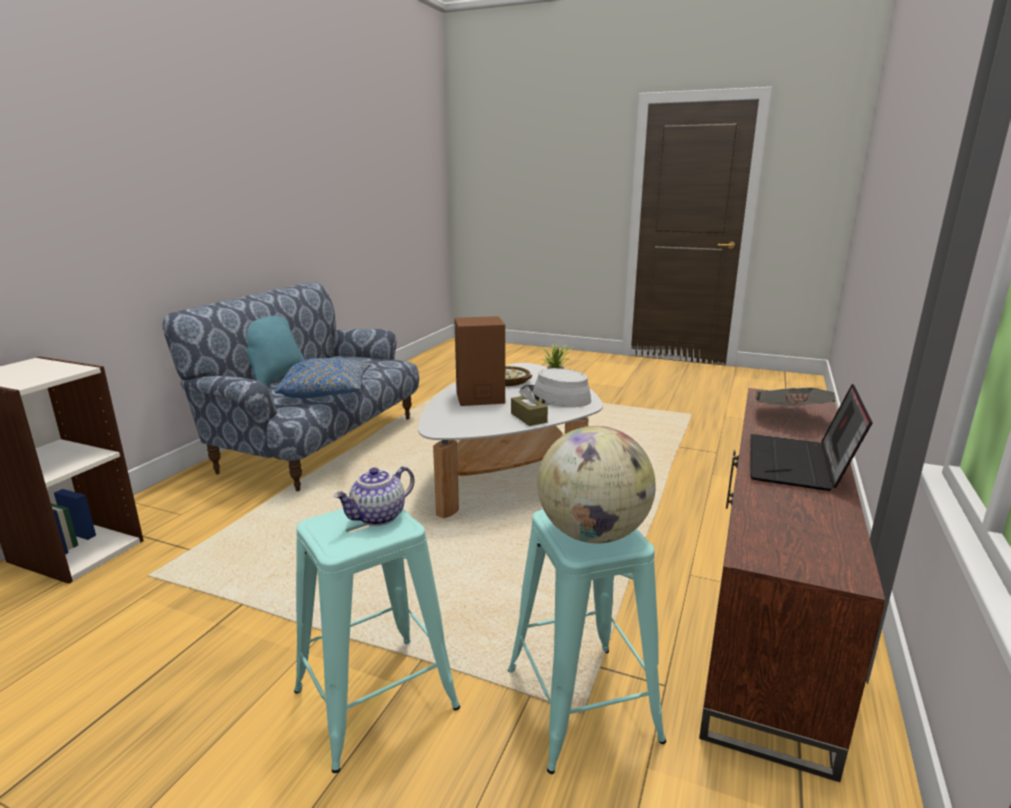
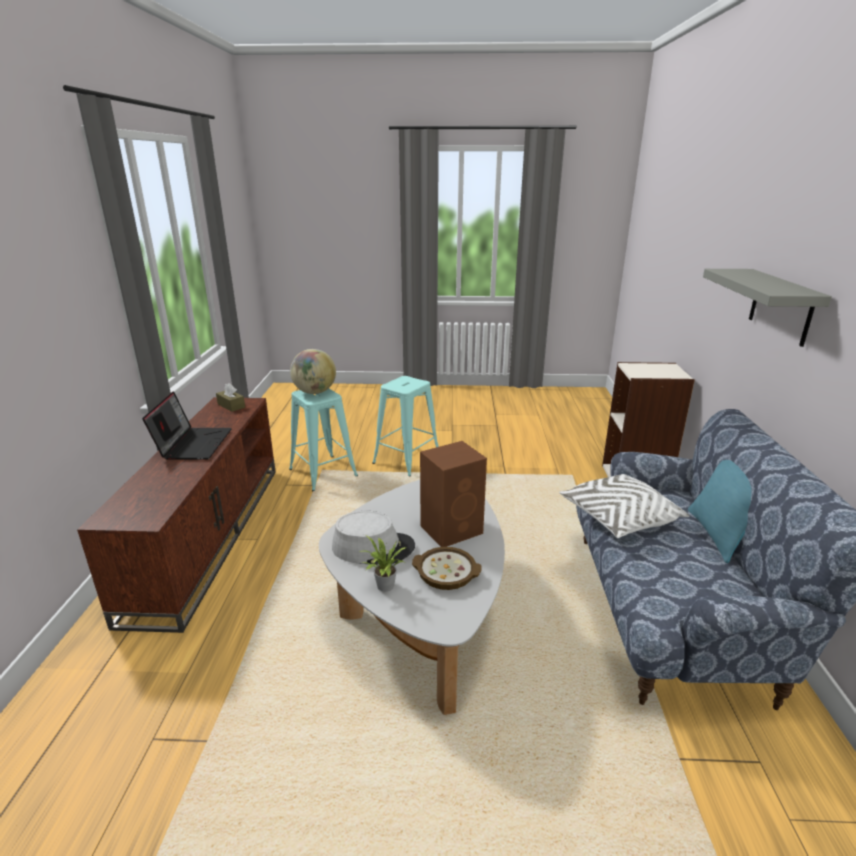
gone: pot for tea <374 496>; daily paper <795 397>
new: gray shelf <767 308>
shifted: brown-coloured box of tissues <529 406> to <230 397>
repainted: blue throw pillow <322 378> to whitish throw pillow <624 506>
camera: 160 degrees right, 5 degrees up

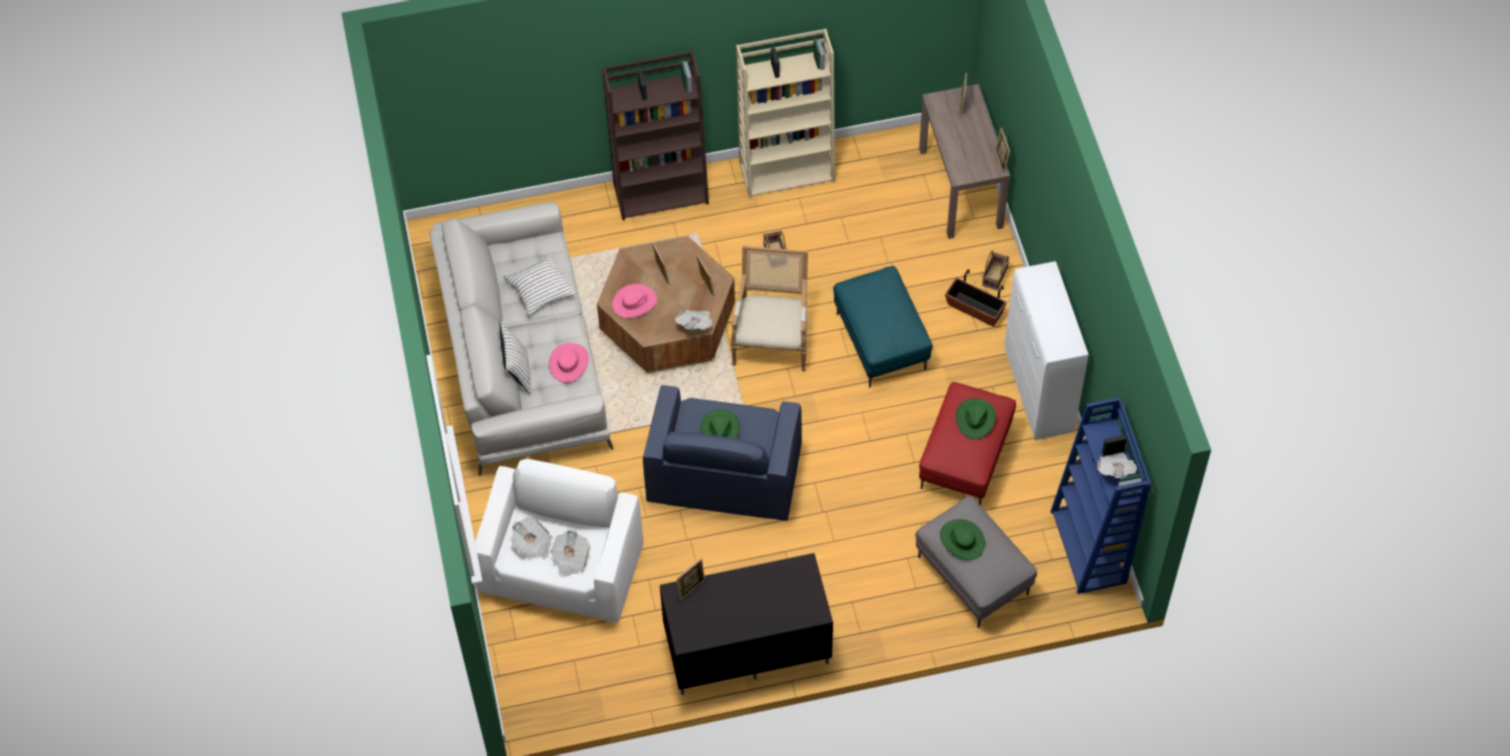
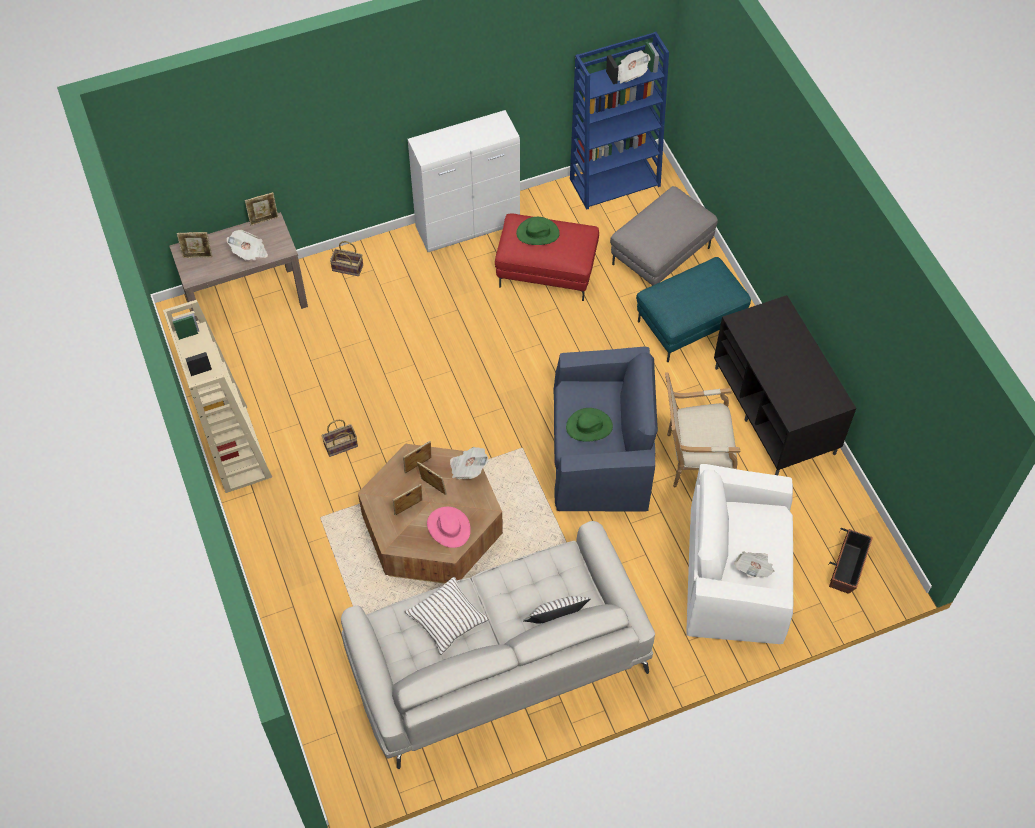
gone: pink-coloured hat <569 363>; brown-coloured bookshelf <655 136>; green-coloured hat <962 539>
shifted: daily paper <570 553> to <247 245>; picture frame <691 579> to <432 478>; turquoise ottoman <882 326> to <693 309>; lounge chair <769 308> to <702 429>; flower pot <976 298> to <850 561>
camera: 100 degrees left, 0 degrees up

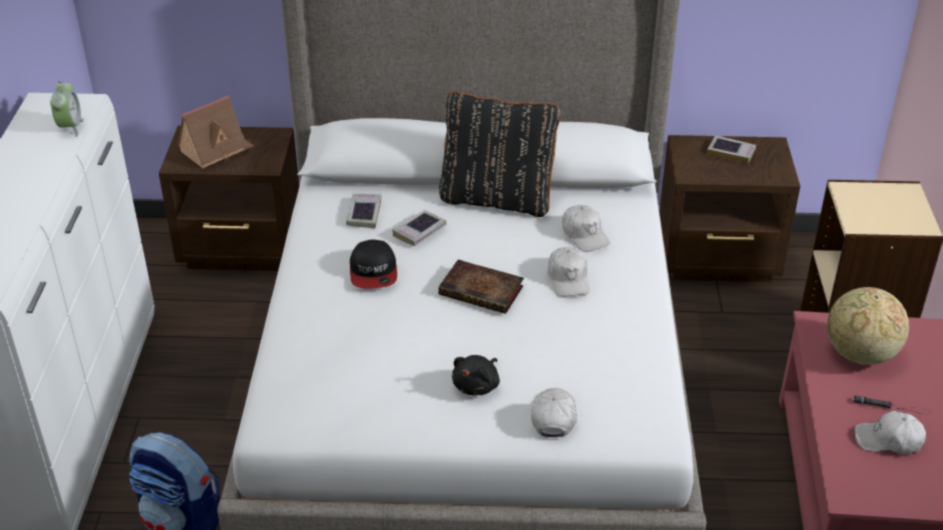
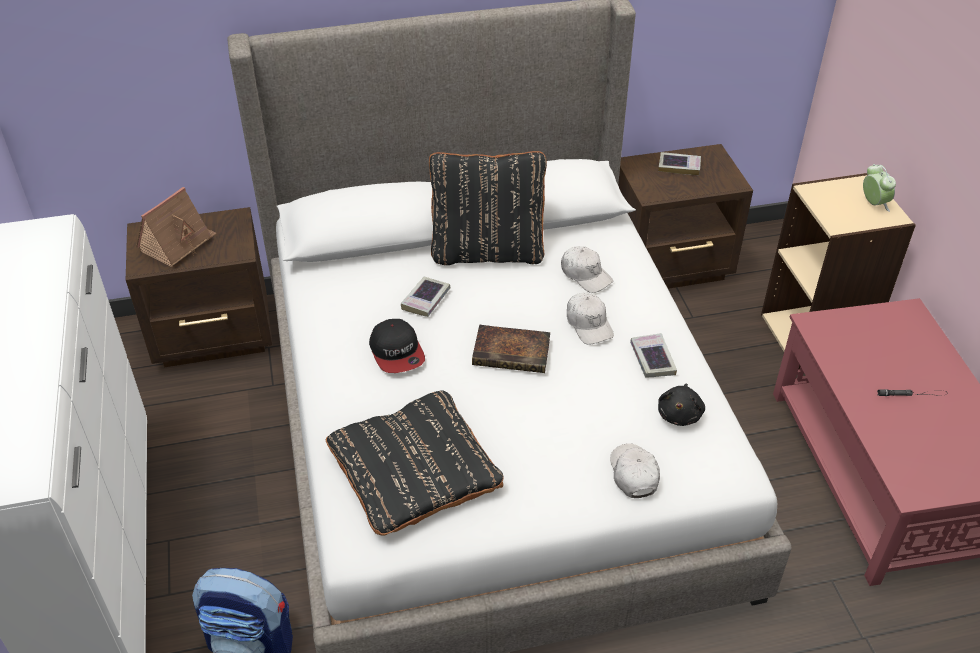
gone: world globe <868 326>; whitish cap <890 432>
new: black-coloured throw pillow <415 463>
shifted: volume <363 211> to <653 355>; black-coloured cuddly toy <476 375> to <681 405>; table clock <67 109> to <879 188>
camera: 15 degrees left, 5 degrees up

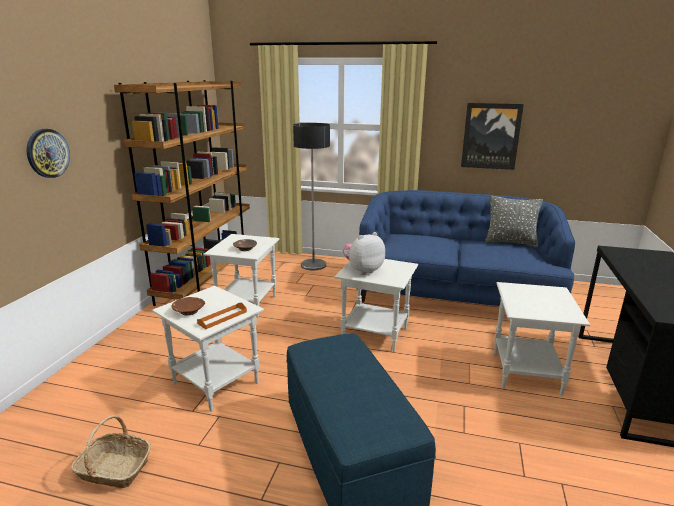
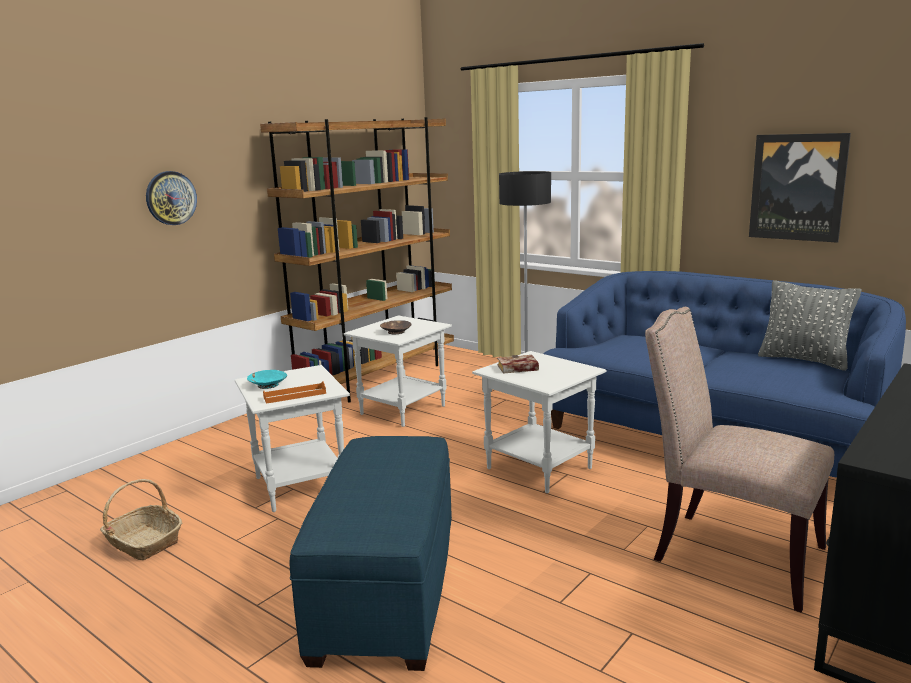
swapped: cuddly toy <364 253> to volume <518 364>; whitish end table <542 339> to beige-coloured upright chair <739 460>
repainted: brown-coloured deep dish <188 306> to turquoise deep dish <267 379>
camera: 25 degrees right, 5 degrees down

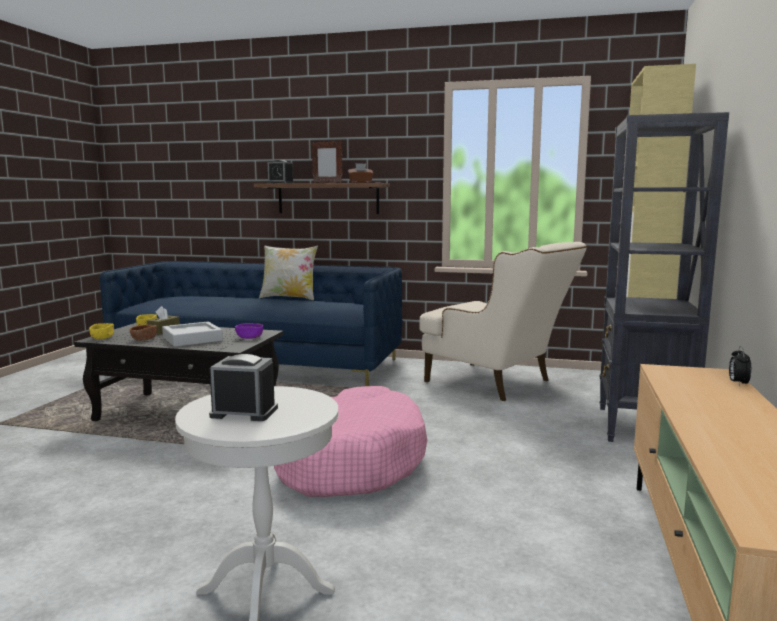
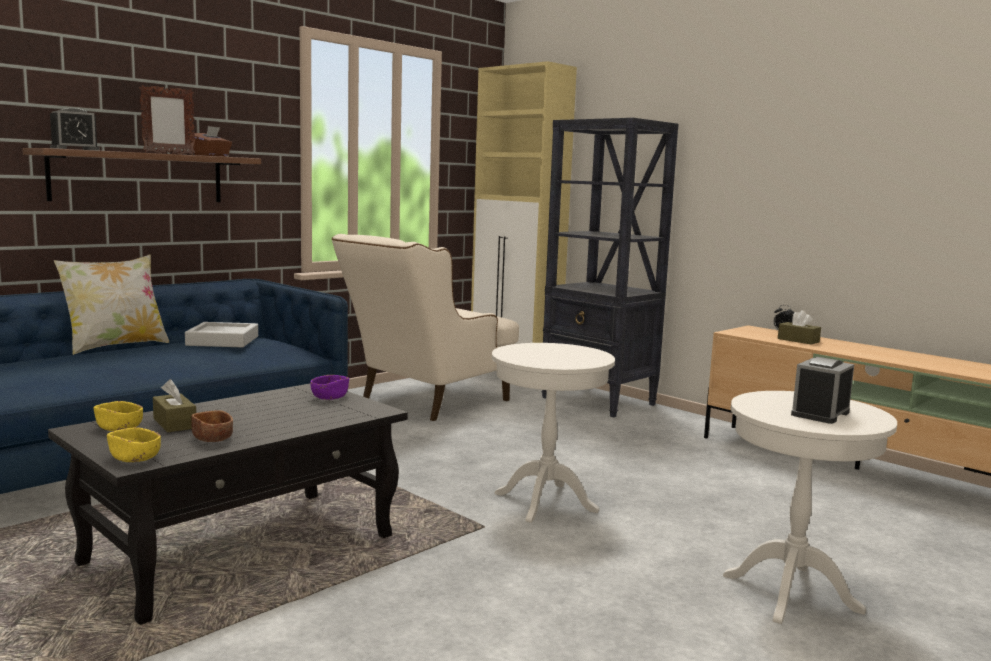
new: brown-coloured box of tissues <799 327>
shifted: gray tray <192 334> to <221 334>
swapped: pink-coloured dog bed <350 441> to whitish end table <553 433>
rotated: beige-coloured lounge chair <503 321> = <425 327> 150 degrees clockwise
camera: 60 degrees left, 0 degrees up

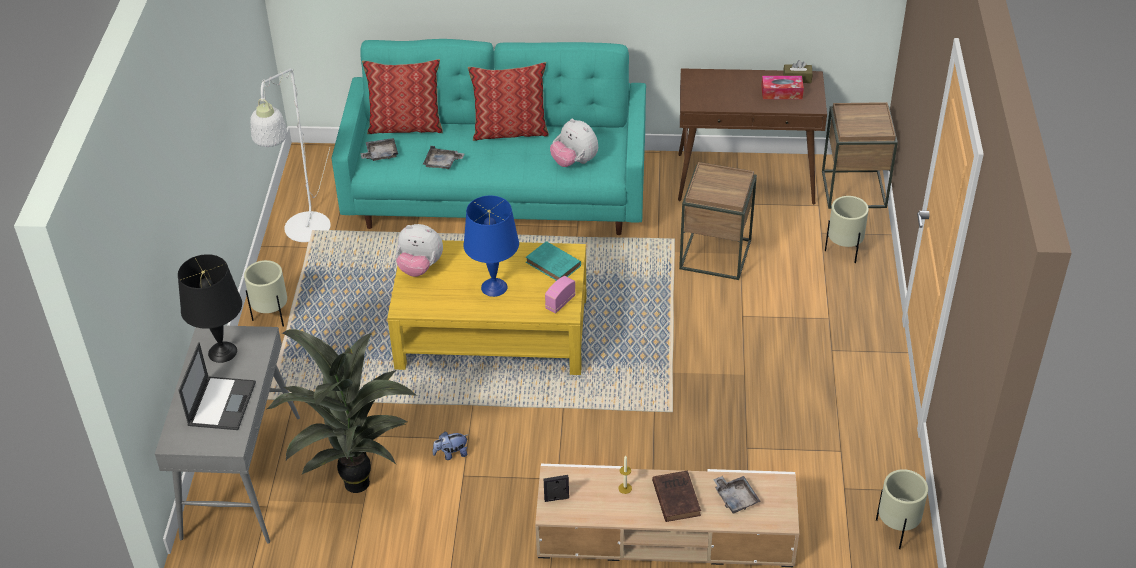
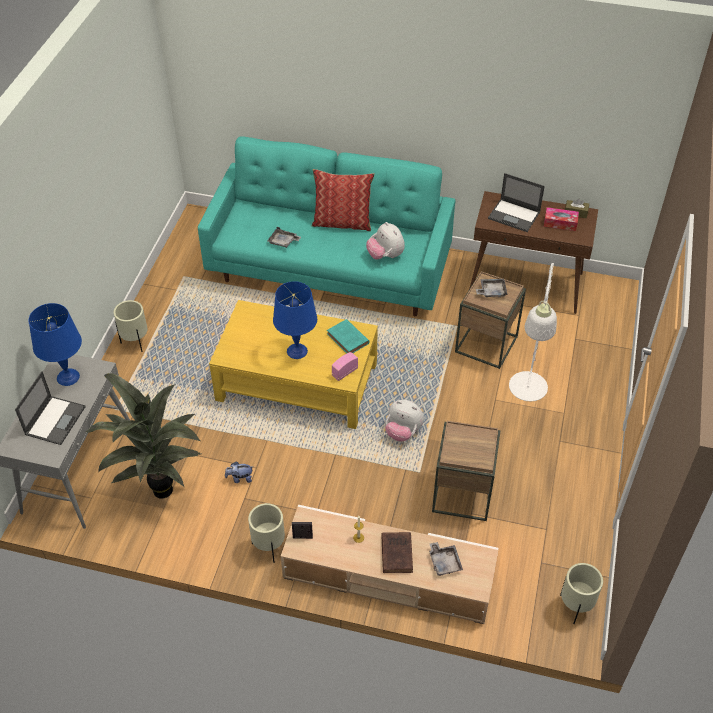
gone: throw pillow <402 96>
new: portable computer <516 202>
shifted: beige-coloured flower pot <847 229> to <266 533>; cuddly toy <419 250> to <404 420>; brown-coloured end table <860 155> to <466 471>; gray tray <379 149> to <492 288>; whitish standard lamp <290 155> to <533 332>
repainted: black-coloured lamp for a table <210 308> to blue lamp for a table <55 344>
camera: 10 degrees right, 5 degrees up

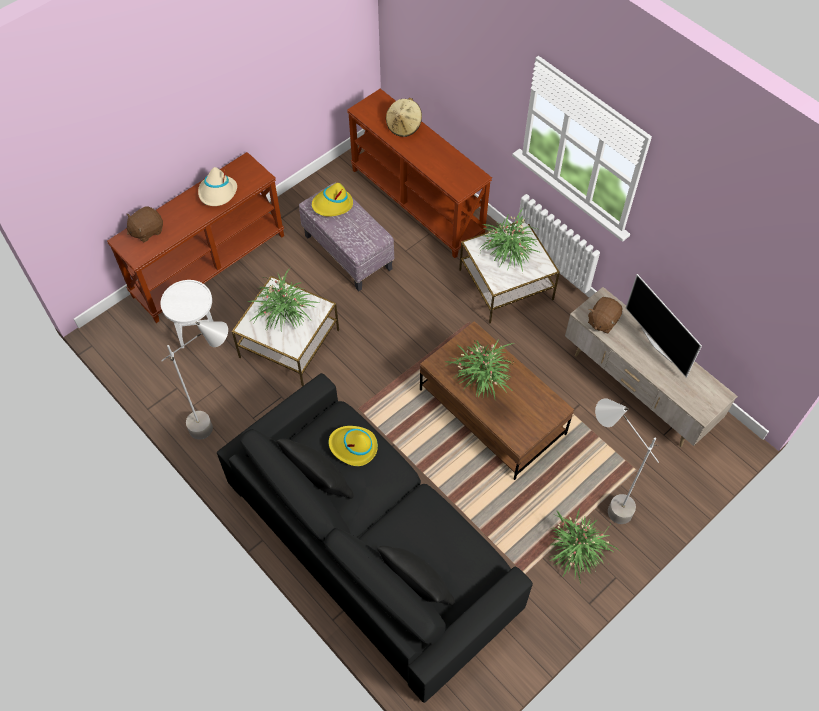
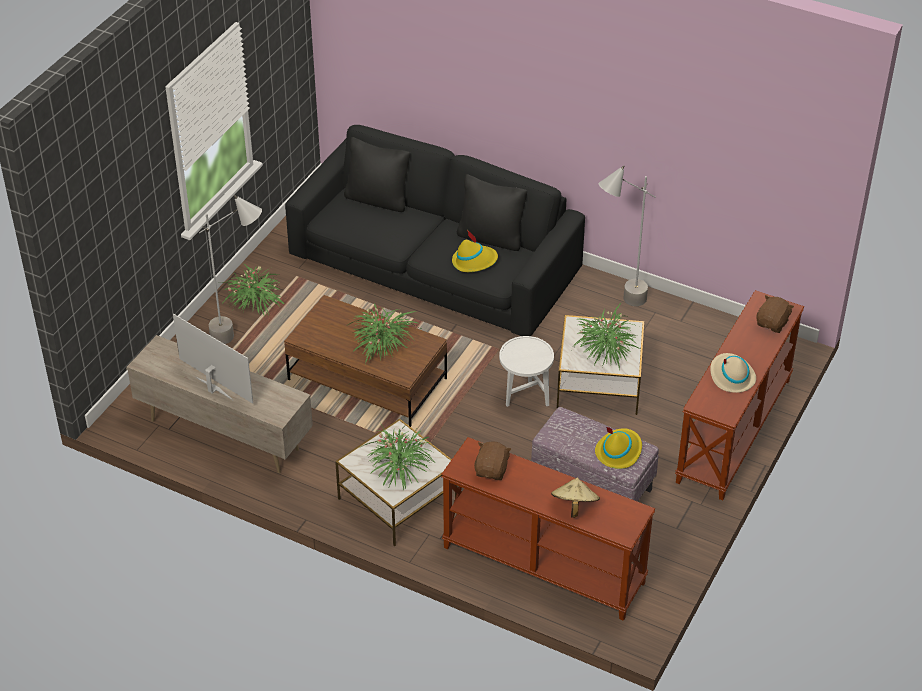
shifted: brown-coloured cuddly toy <605 315> to <492 460>; whitish end table <187 314> to <526 371>
camera: 160 degrees right, 15 degrees down

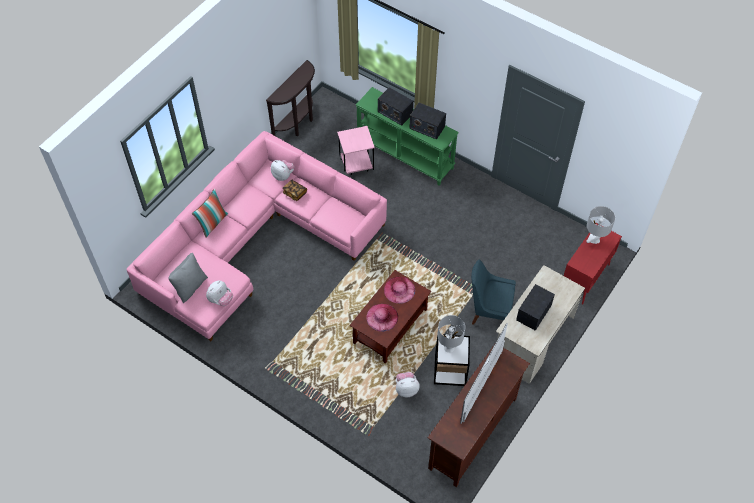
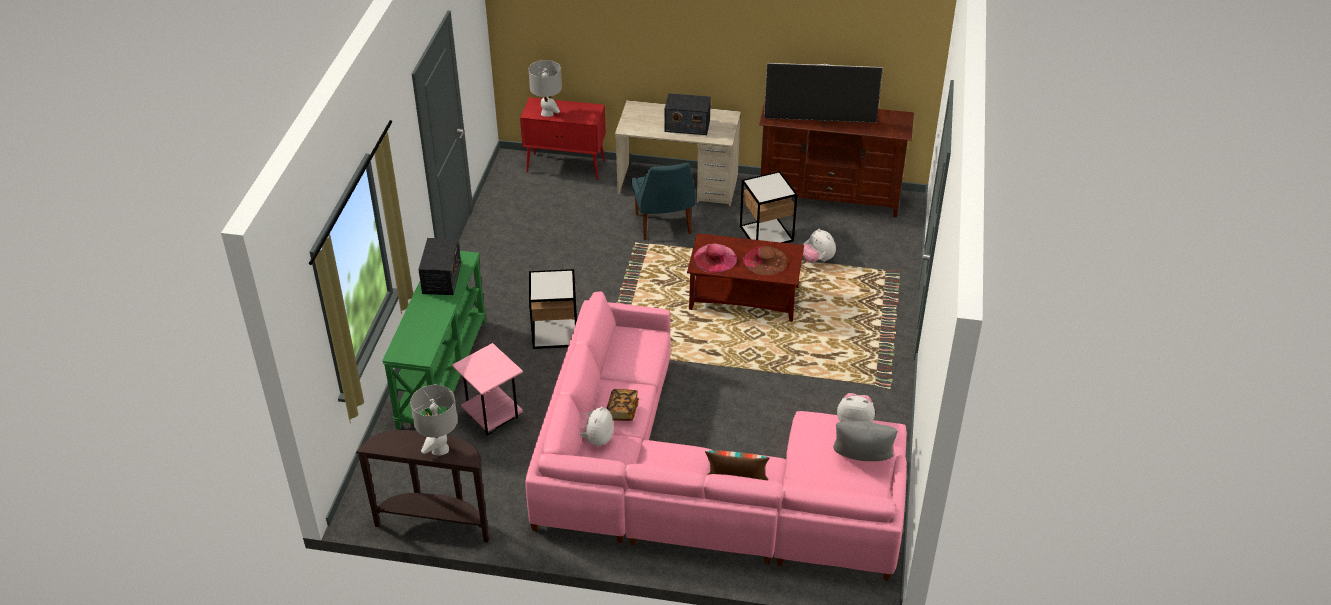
gone: radio receiver <396 106>
new: end table <553 309>
shifted: gray lamp for a table <451 334> to <434 420>
repainted: pink-coloured hat <382 318> to brown-coloured hat <765 260>
camera: 115 degrees left, 15 degrees down

